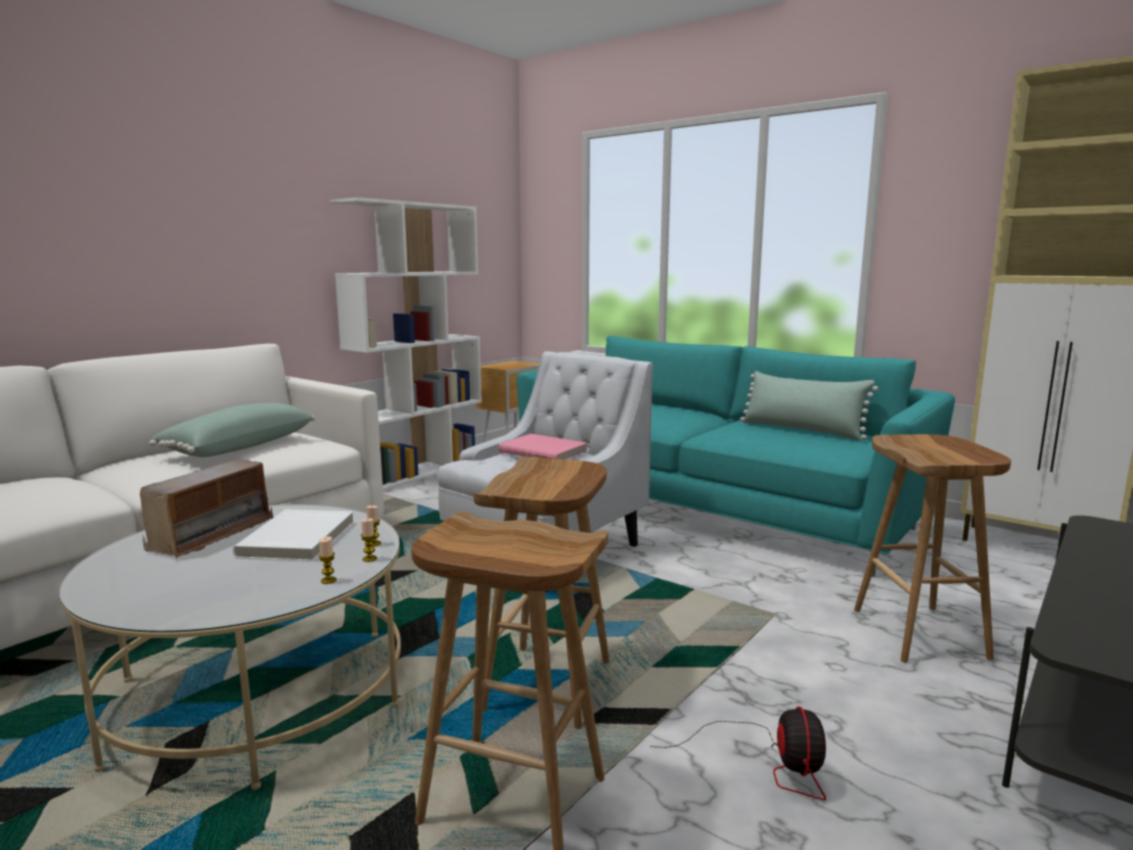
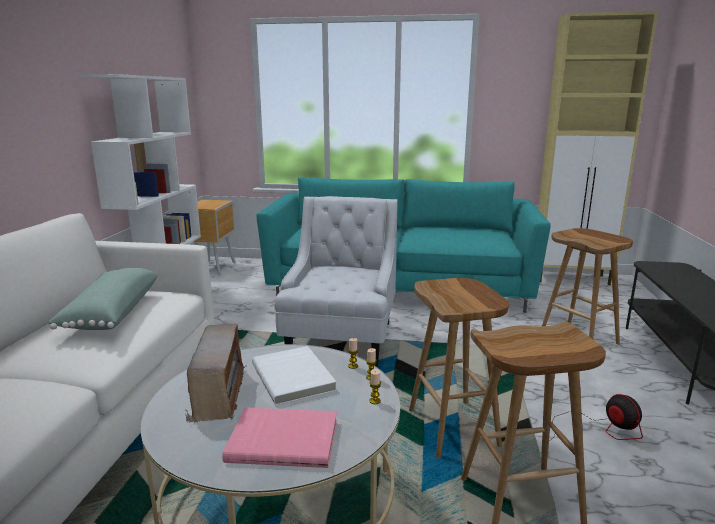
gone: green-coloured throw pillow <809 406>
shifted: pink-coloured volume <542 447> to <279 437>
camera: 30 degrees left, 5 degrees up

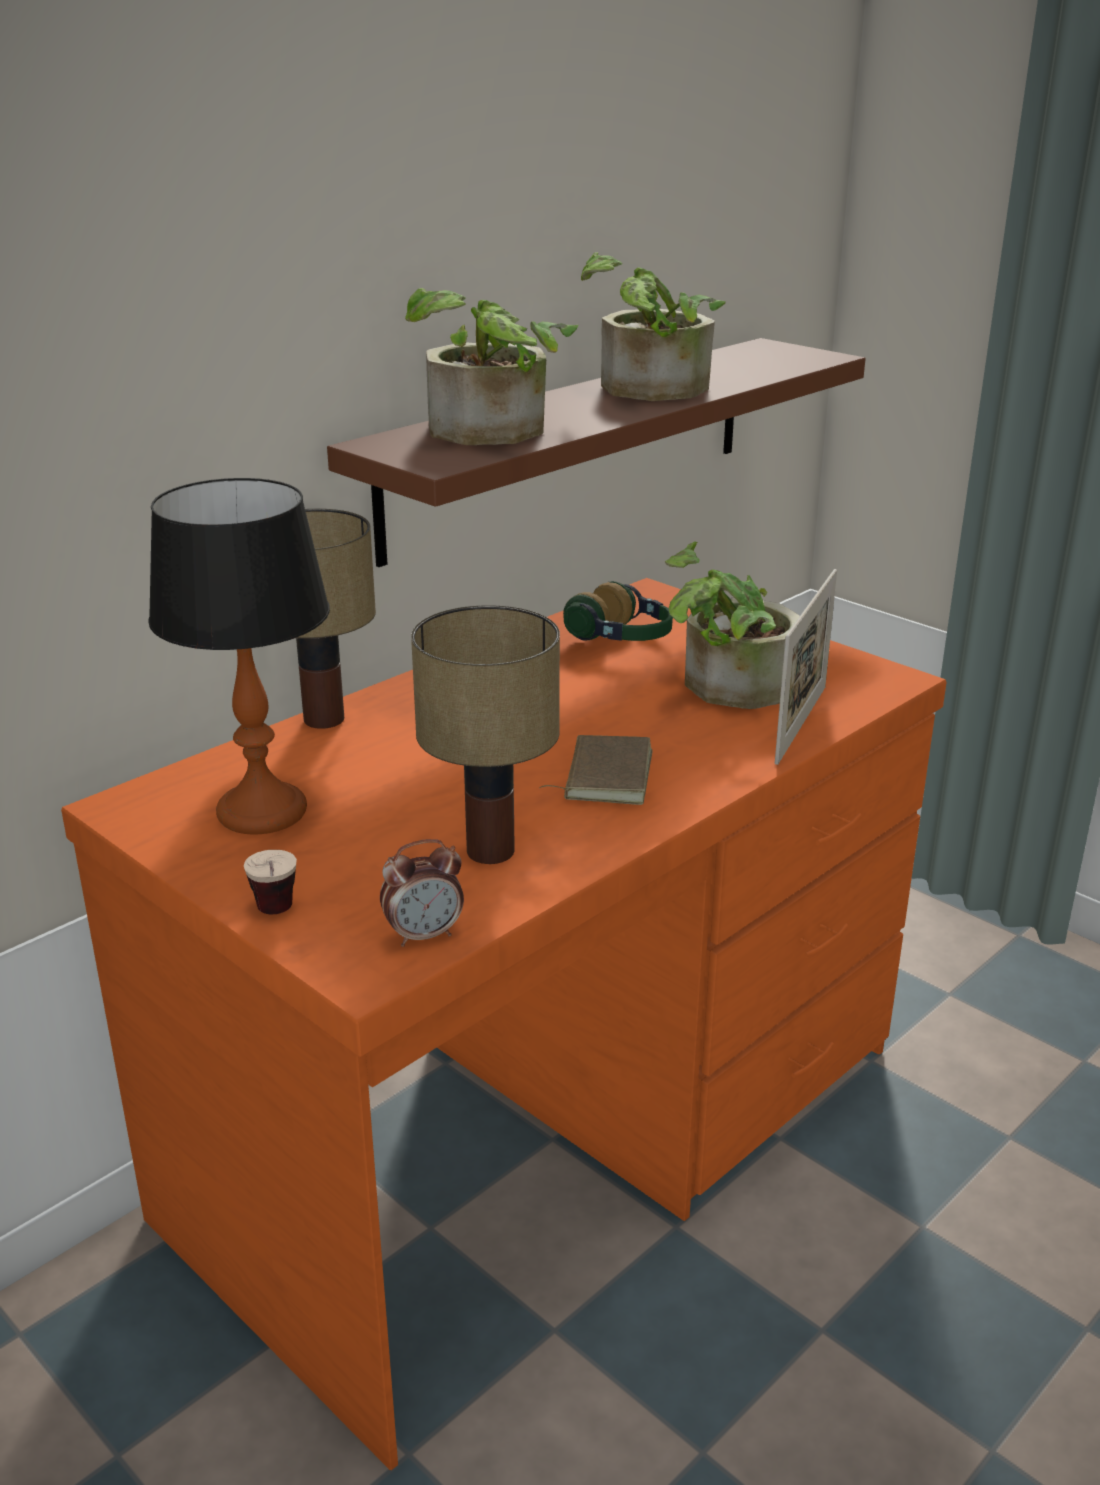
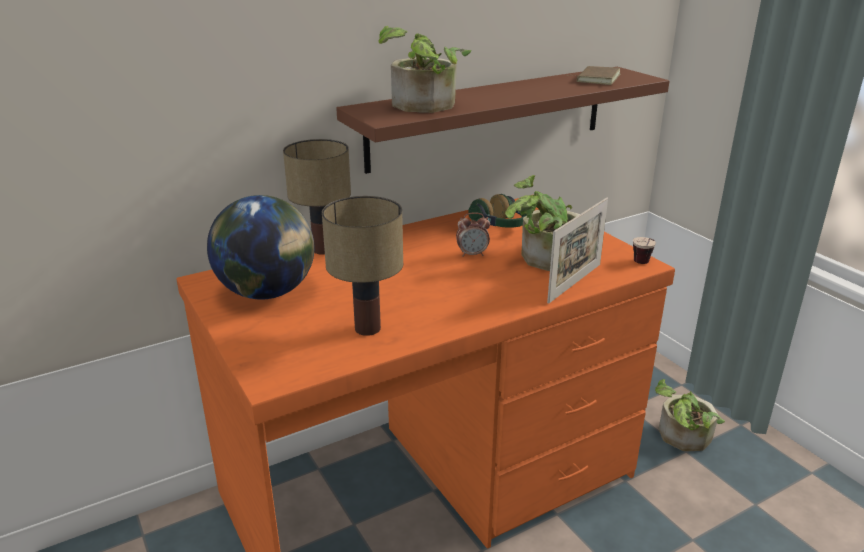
shifted: table clock <422 893> to <473 234>; brown-coloured volume <595 770> to <593 75>; drinking cup <270 882> to <644 250>; houseplant <653 326> to <690 415>
swapped: lamp for a table <239 656> to world globe <260 247>
camera: 15 degrees right, 0 degrees up

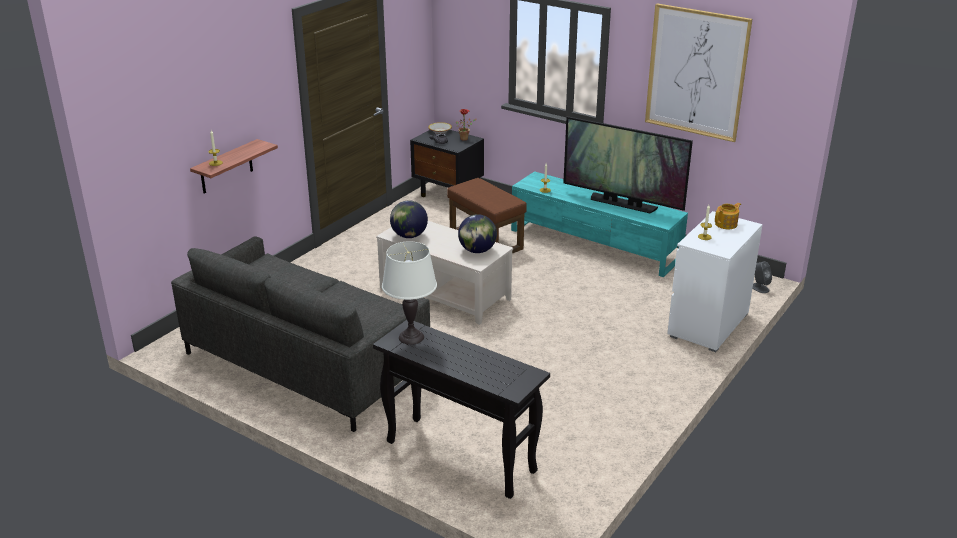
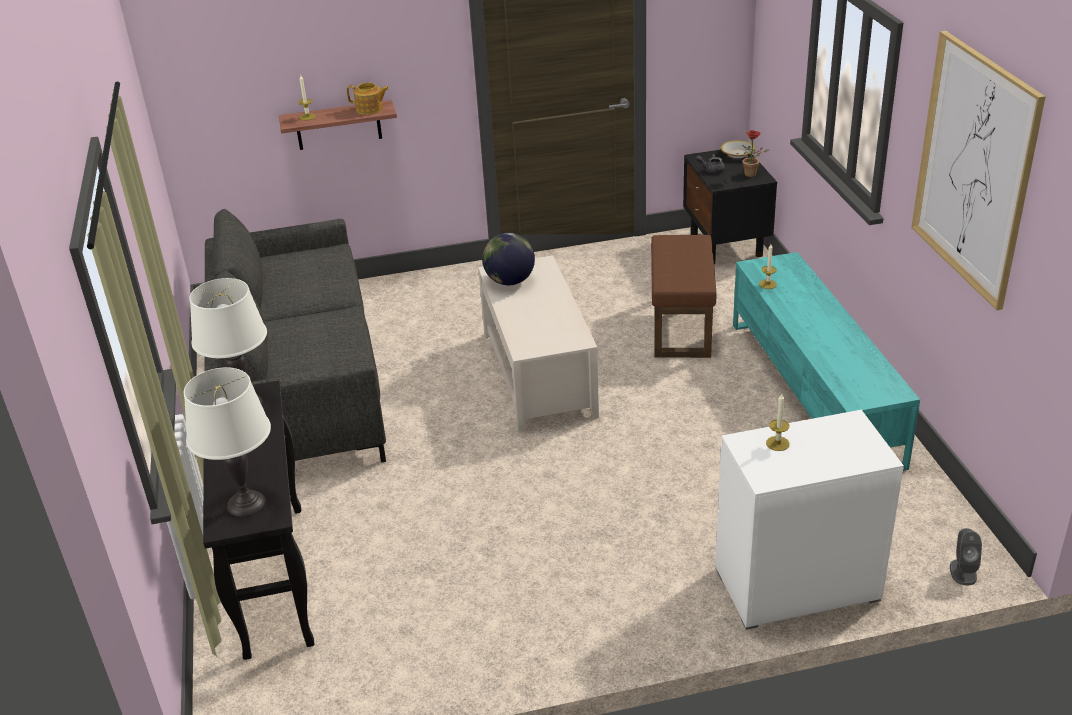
gone: world globe <477 233>; TV <628 164>
new: whitish lamp for a table <227 442>
shifted: pot for tea <728 216> to <368 99>
camera: 45 degrees right, 5 degrees up

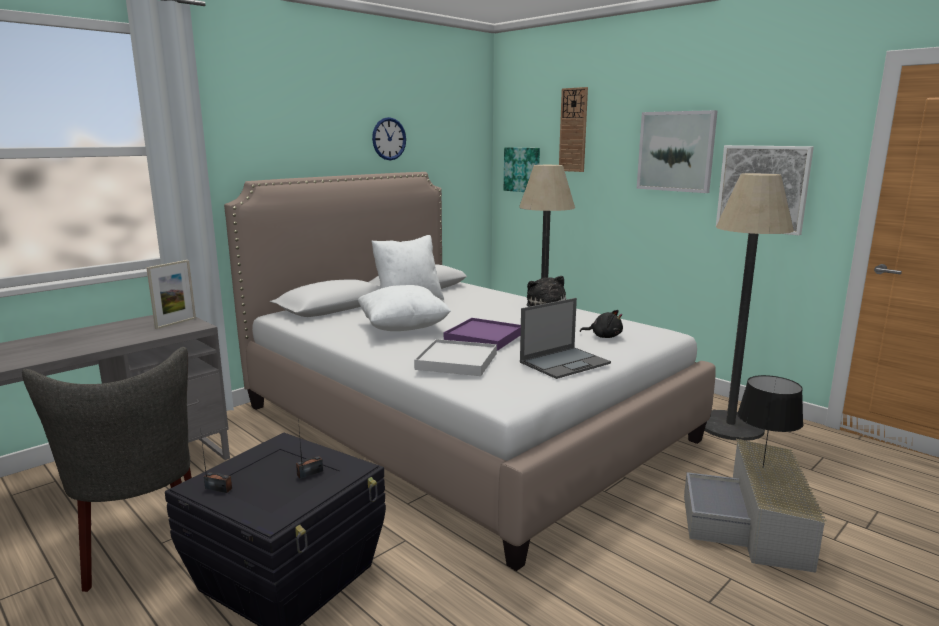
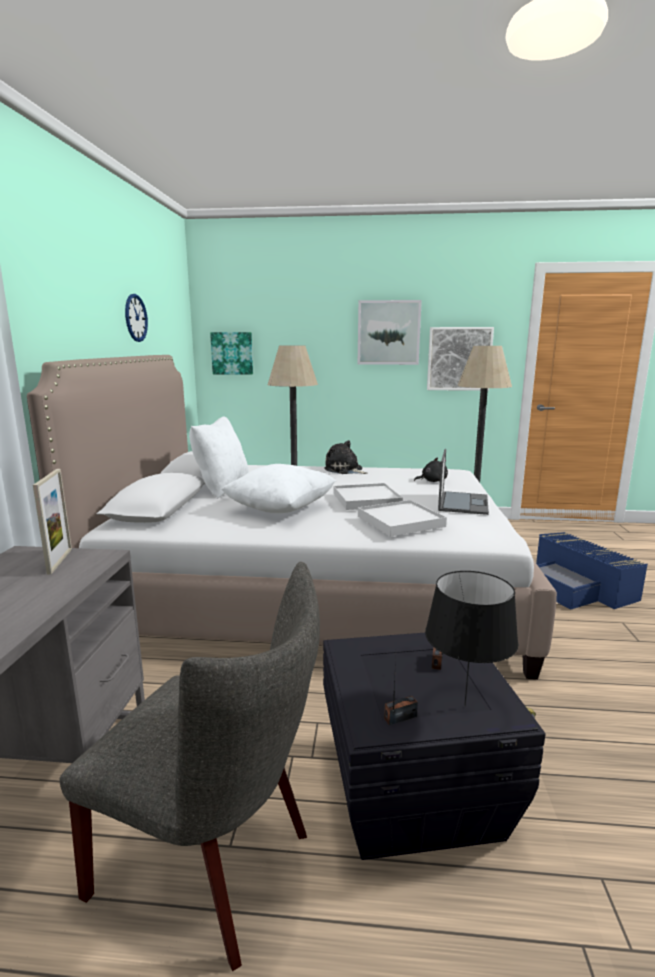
gone: hanging clock <573 129>
shifted: black-coloured lamp for a table <771 421> to <472 638>
repainted: purple tray <482 334> to whitish tray <368 496>; gray storage box <755 506> to blue storage box <592 571>
camera: 40 degrees left, 0 degrees up

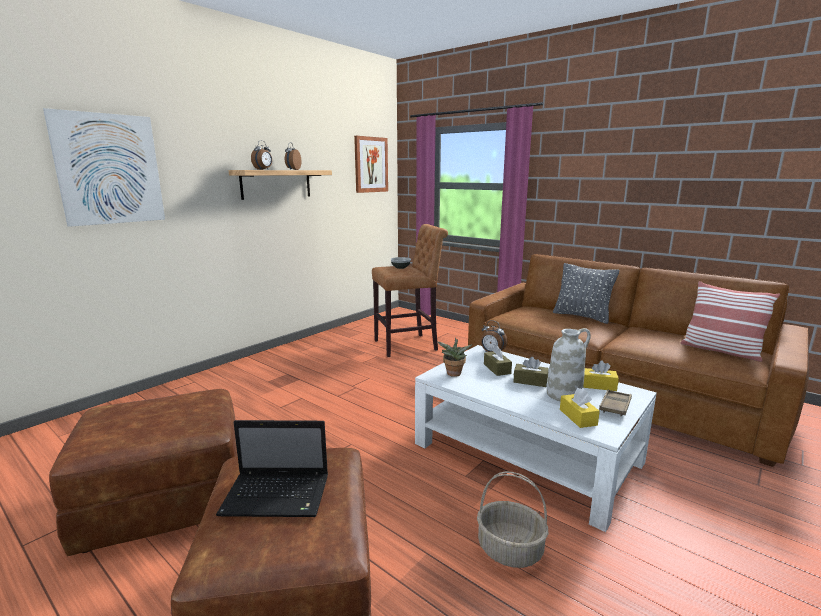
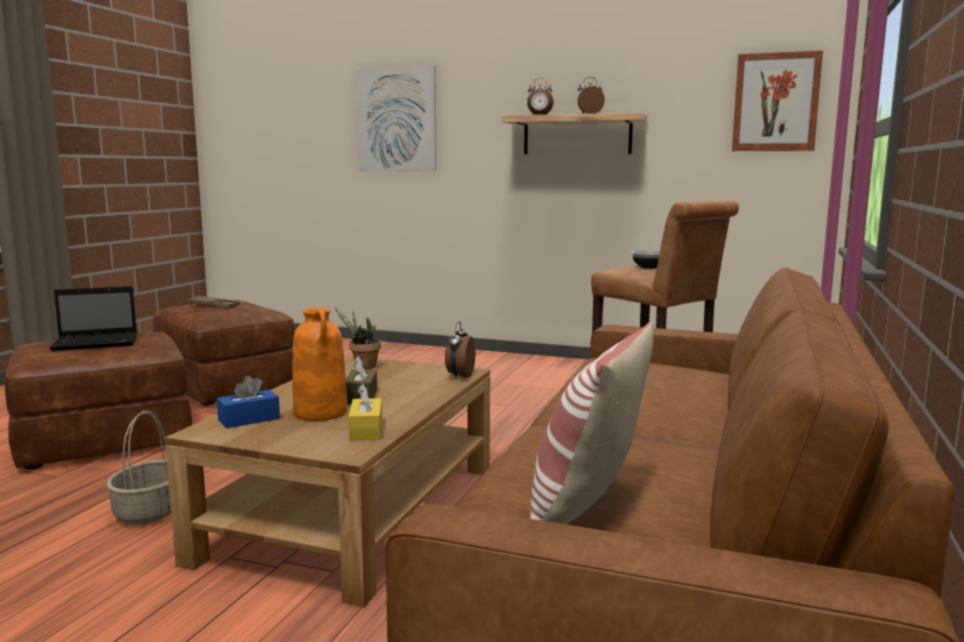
gone: brown-coloured box of tissues <498 360>; gray throw pillow <586 293>
shifted: brown-coloured tray <615 403> to <213 302>
repainted: whitish low table <536 438> to brown-coloured low table <327 482>; yellow-coloured box of tissues <580 408> to blue box of tissues <248 401>; whitish vase <569 365> to orangey vase <320 364>
rotated: portable computer <272 468> = <93 318> 90 degrees counterclockwise
camera: 70 degrees right, 5 degrees down

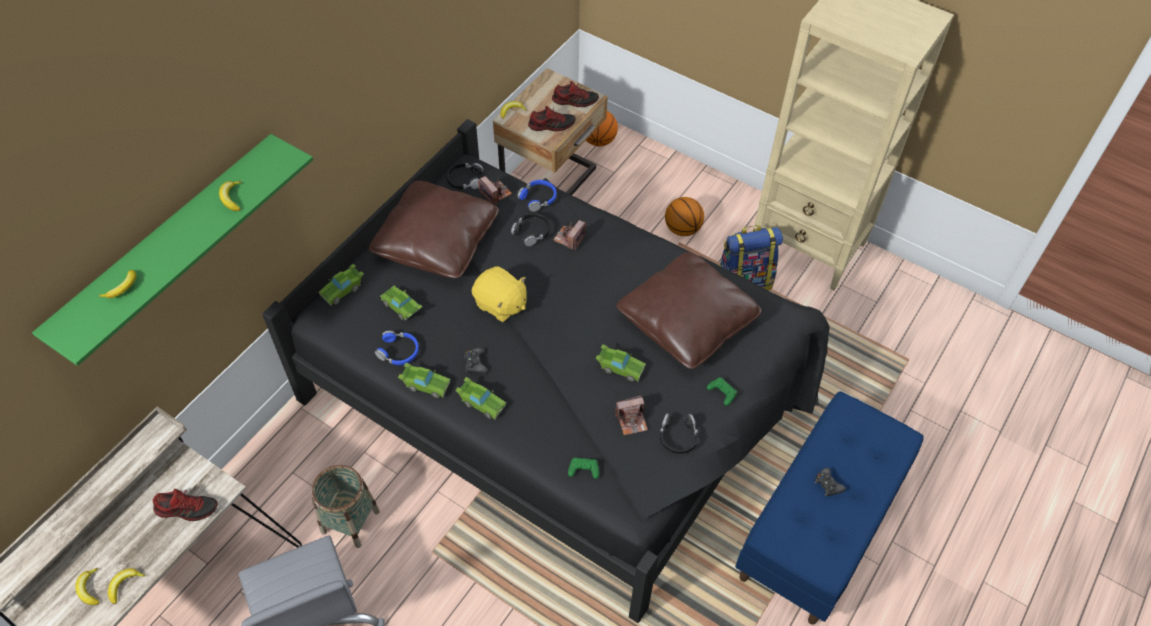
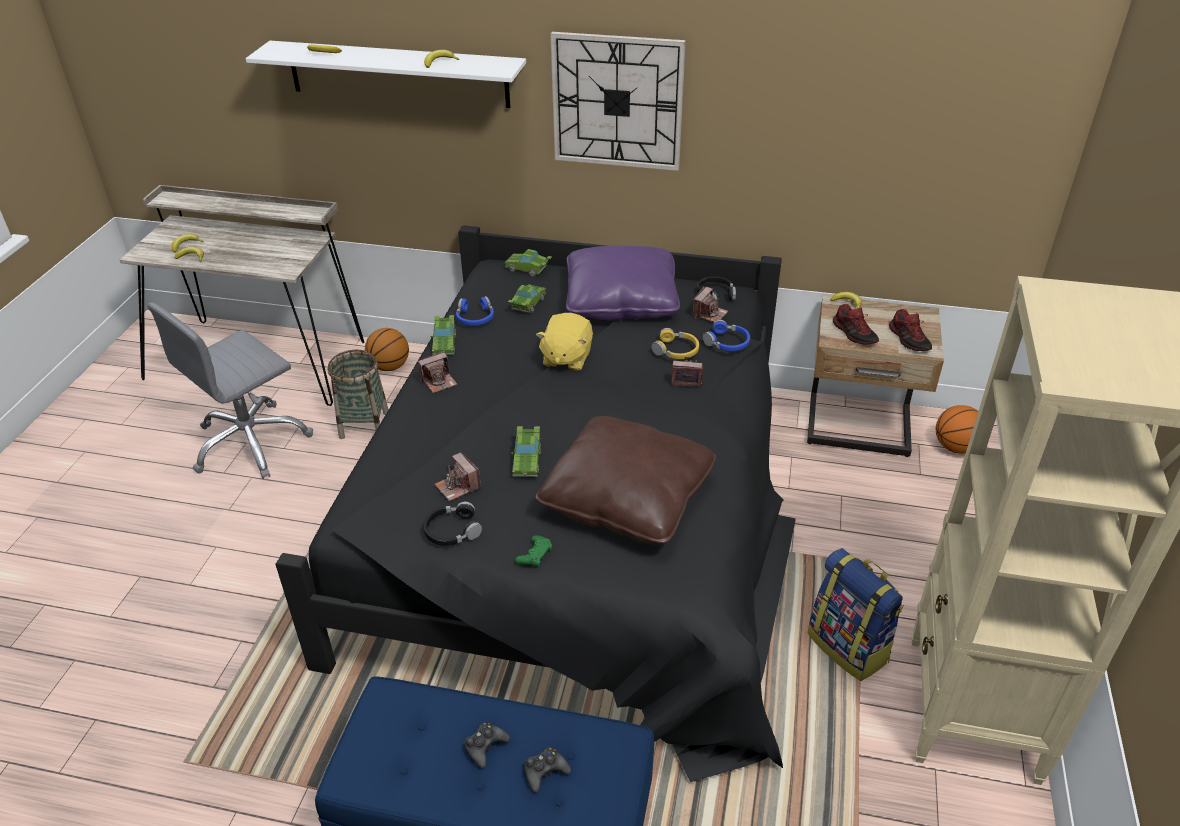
gone: item of footwear <185 505>; green-coloured joypad <583 468>
new: hanging clock <618 101>
shifted: basketball ball <684 216> to <387 349>; black-coloured joypad <475 361> to <547 770>
swapped: green-coloured model car <480 398> to still camera <437 372>
repainted: green-coloured shelf <172 250> to whitish shelf <386 74>; brown-coloured throw pillow <434 229> to purple throw pillow <623 283>; black-coloured pair of headphones <530 229> to yellow-coloured pair of headphones <675 343>
camera: 70 degrees right, 15 degrees down

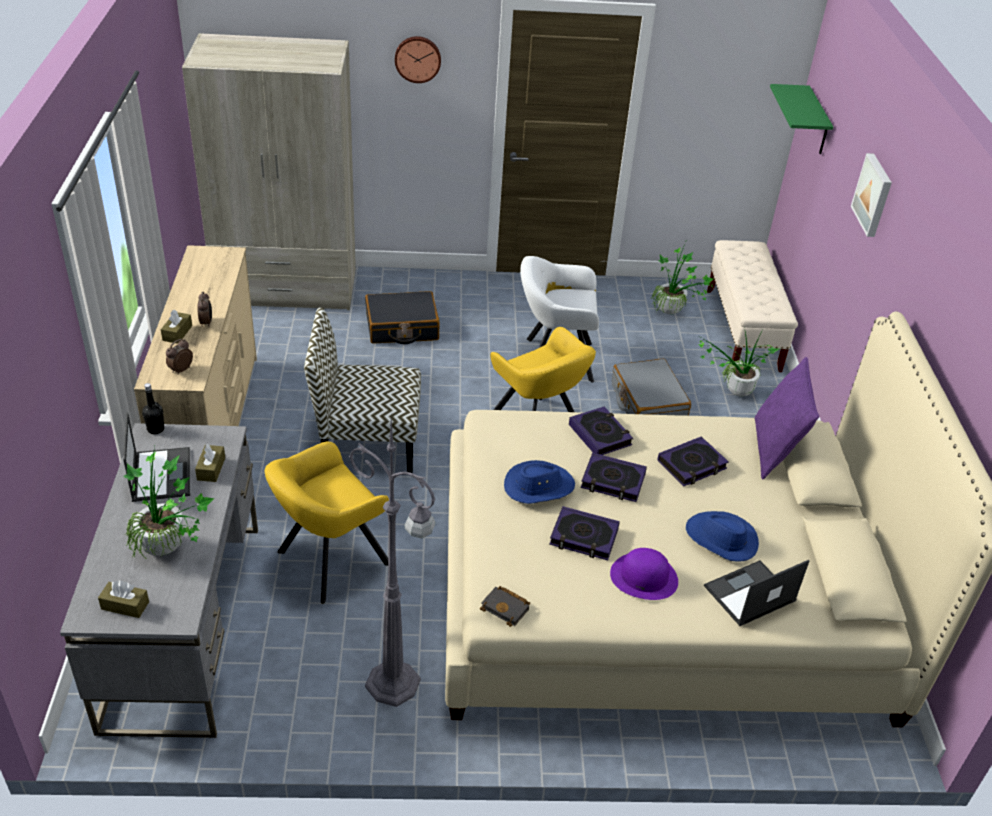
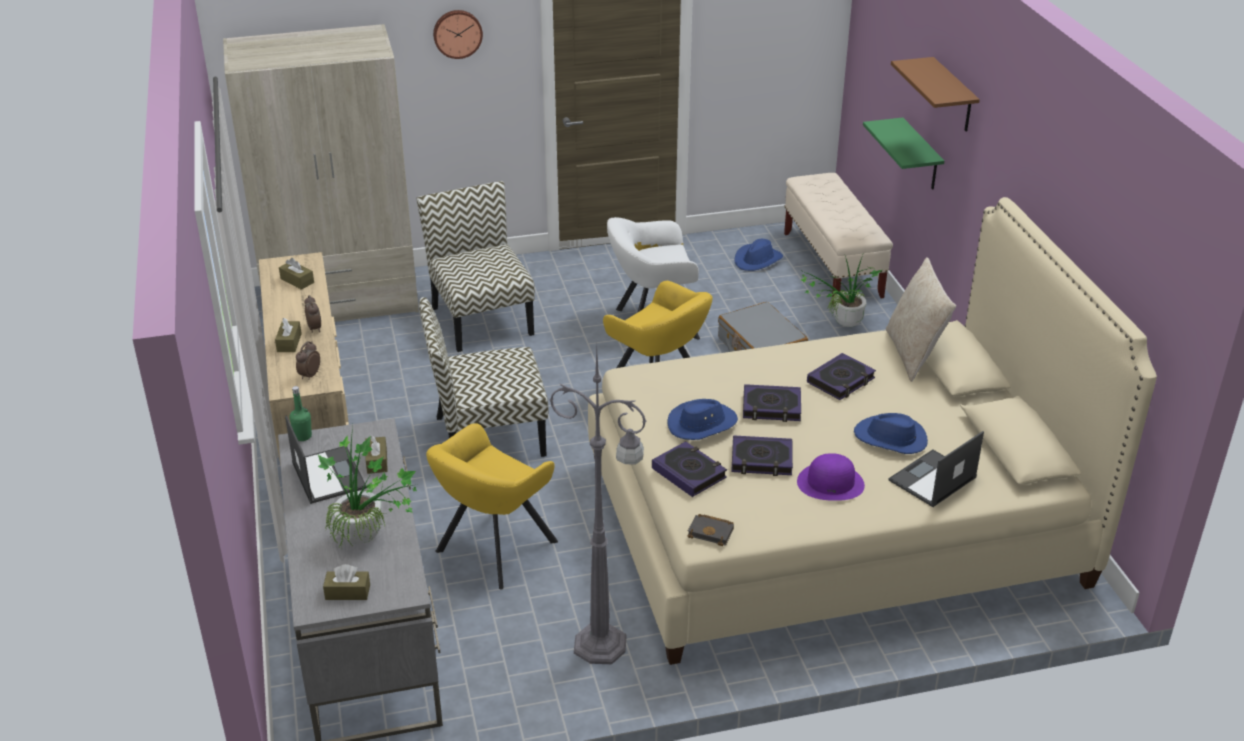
new: brown-coloured box of tissues <296 274>
shifted: volume <601 431> to <689 469>; green-coloured shelf <801 119> to <903 154>
swapped: black-coloured piece of luggage <402 317> to upright chair <476 266>; houseplant <682 278> to blue hat <758 255>; picture <871 195> to brown-coloured shelf <935 94>
repainted: black-coloured beverage bottle <153 408> to green-coloured beverage bottle <300 413>; purple throw pillow <787 418> to beige-coloured throw pillow <921 319>
camera: 10 degrees left, 5 degrees down

